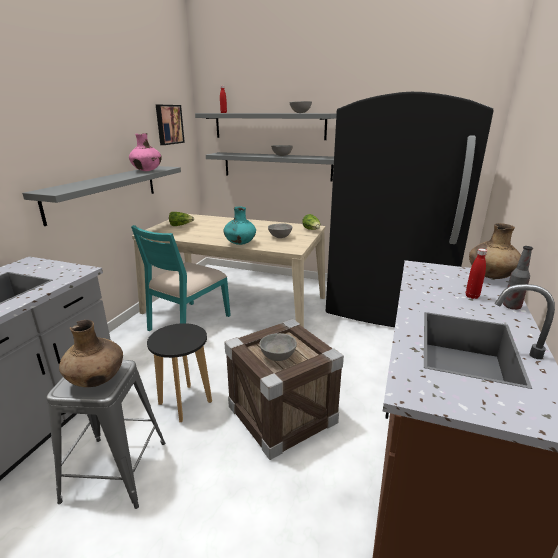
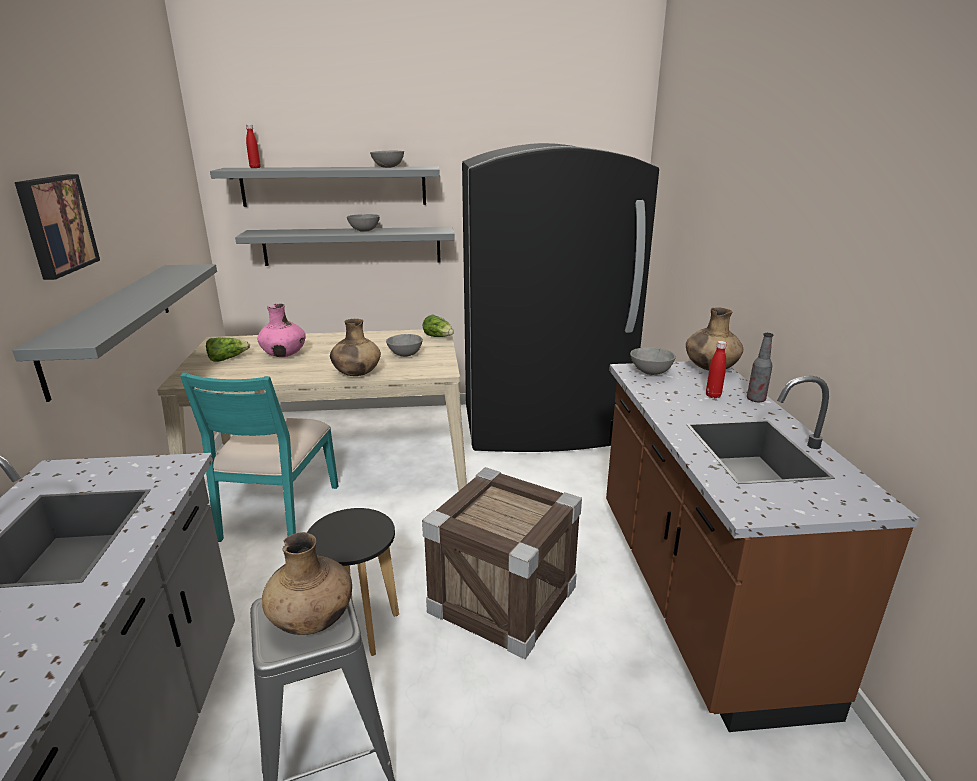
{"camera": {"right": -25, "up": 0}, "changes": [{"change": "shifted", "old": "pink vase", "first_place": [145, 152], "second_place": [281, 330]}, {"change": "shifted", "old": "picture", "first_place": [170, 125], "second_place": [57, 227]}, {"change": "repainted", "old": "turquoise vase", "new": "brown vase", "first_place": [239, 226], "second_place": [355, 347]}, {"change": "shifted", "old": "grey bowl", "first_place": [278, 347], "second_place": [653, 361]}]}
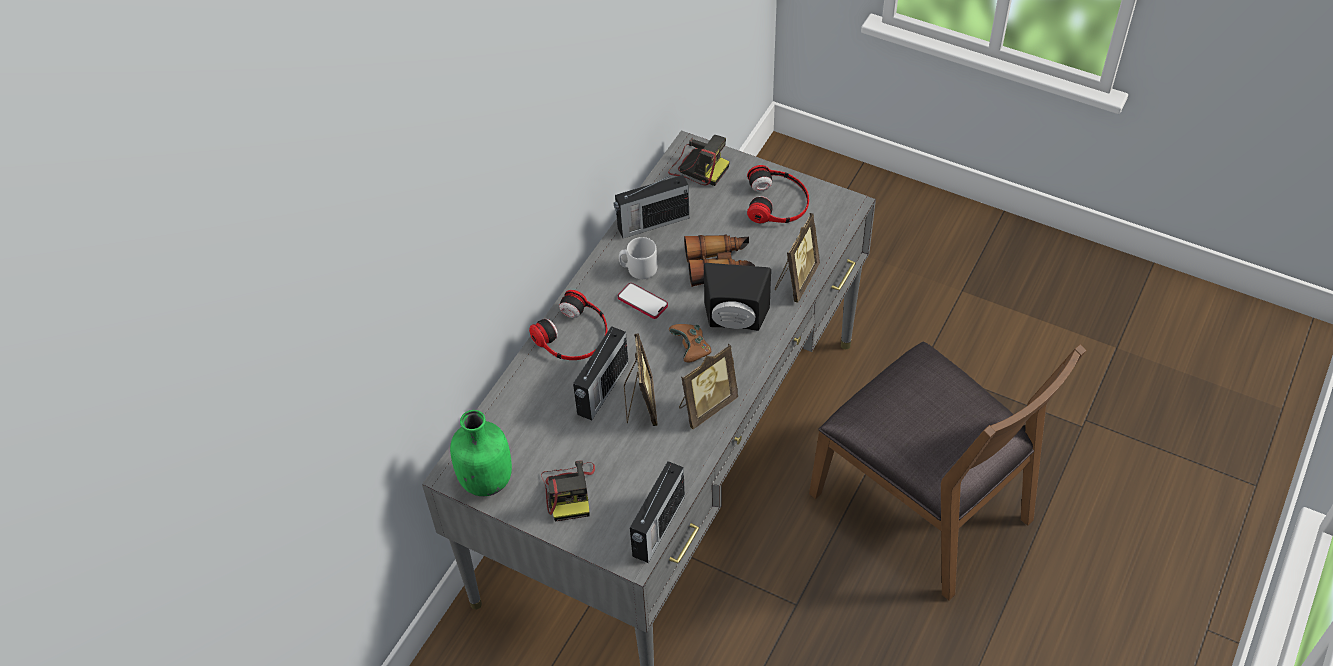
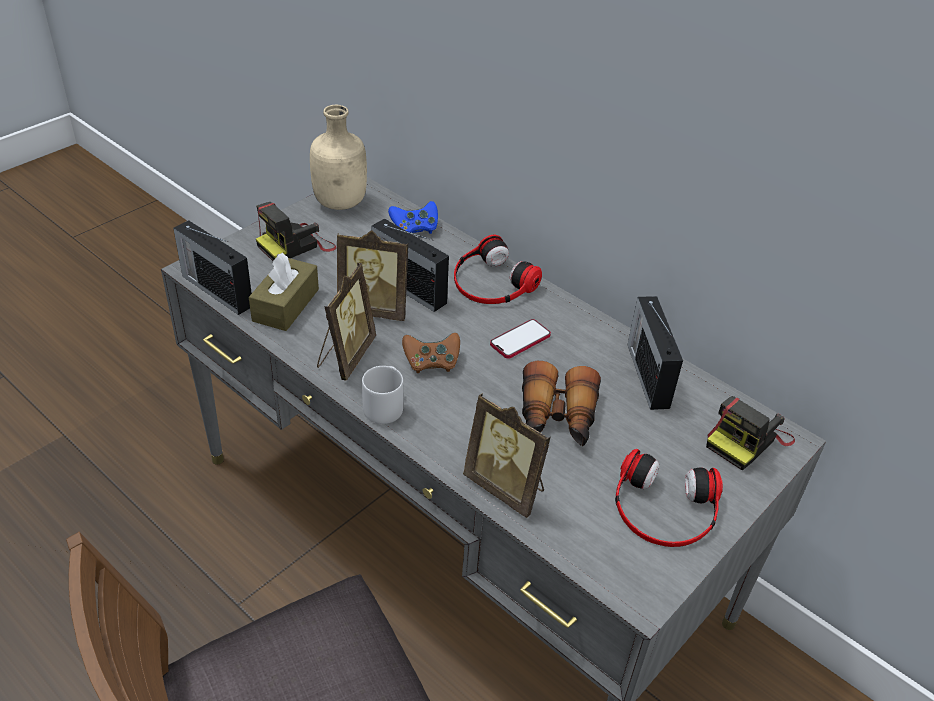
{"camera": {"right": 100, "up": -10}, "changes": [{"change": "repainted", "old": "green bottle", "new": "beige bottle", "first_place": [481, 453], "second_place": [338, 157]}, {"change": "rotated", "old": "photo camera", "first_place": [568, 491], "second_place": [296, 231], "degrees": -45}, {"change": "shifted", "old": "grey mug", "first_place": [638, 258], "second_place": [382, 395]}, {"change": "rotated", "old": "picture frame", "first_place": [708, 386], "second_place": [346, 322], "degrees": -135}, {"change": "gone", "old": "black speaker", "first_place": [737, 297]}, {"change": "new", "new": "brown tissue box", "second_place": [284, 292]}, {"change": "new", "new": "blue game controller", "second_place": [413, 217]}]}
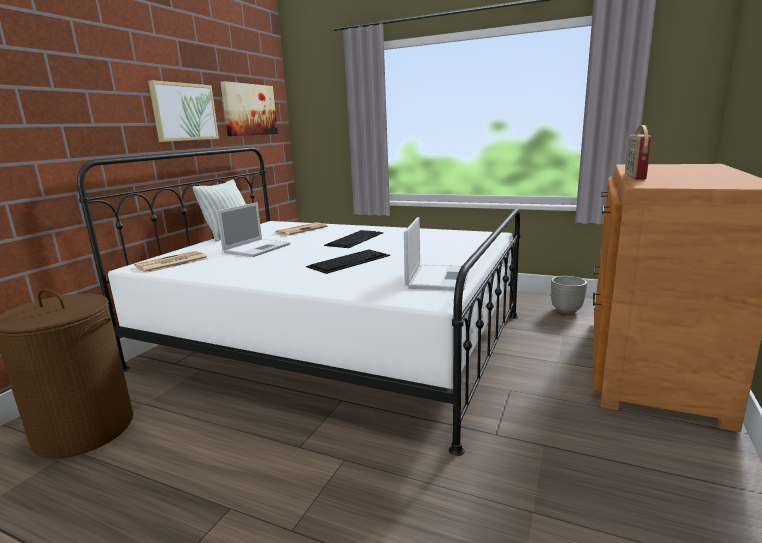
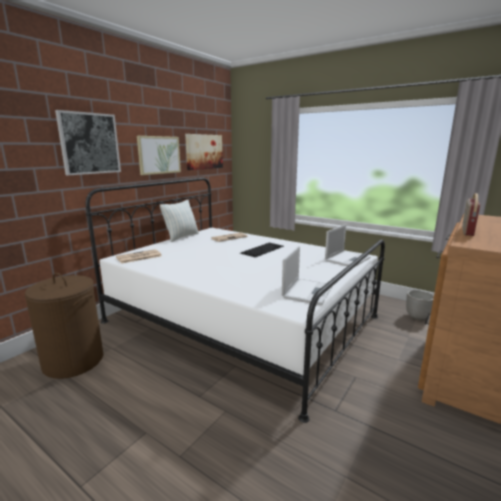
{"camera": {"right": 10, "up": 0}, "changes": [{"change": "shifted", "old": "laptop", "first_place": [253, 229], "second_place": [347, 246]}, {"change": "gone", "old": "keyboard", "first_place": [348, 261]}, {"change": "new", "new": "picture", "second_place": [88, 142]}]}
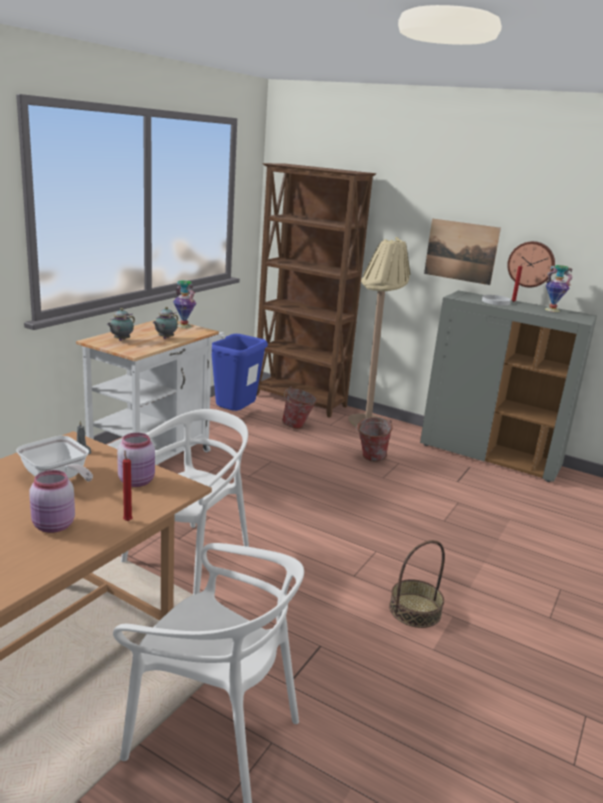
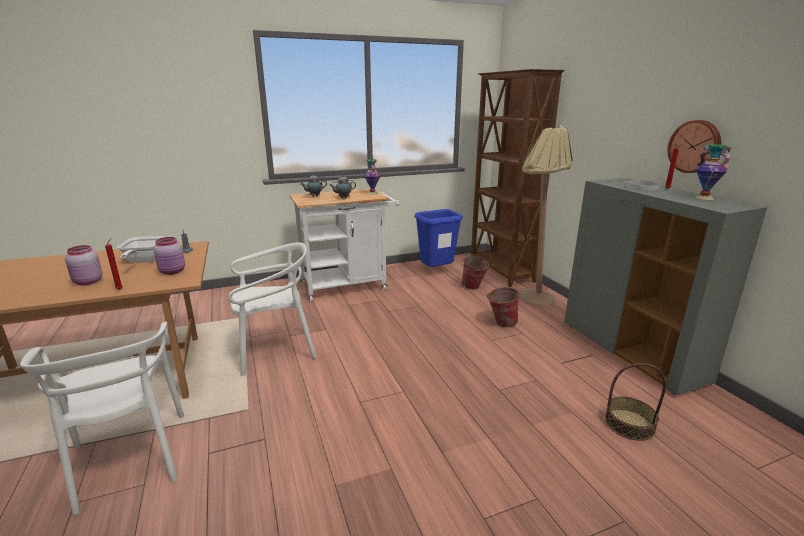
{"camera": {"right": 40, "up": 0}, "changes": [{"change": "shifted", "old": "basket", "first_place": [417, 584], "second_place": [635, 402]}, {"change": "gone", "old": "picture", "first_place": [462, 252]}]}
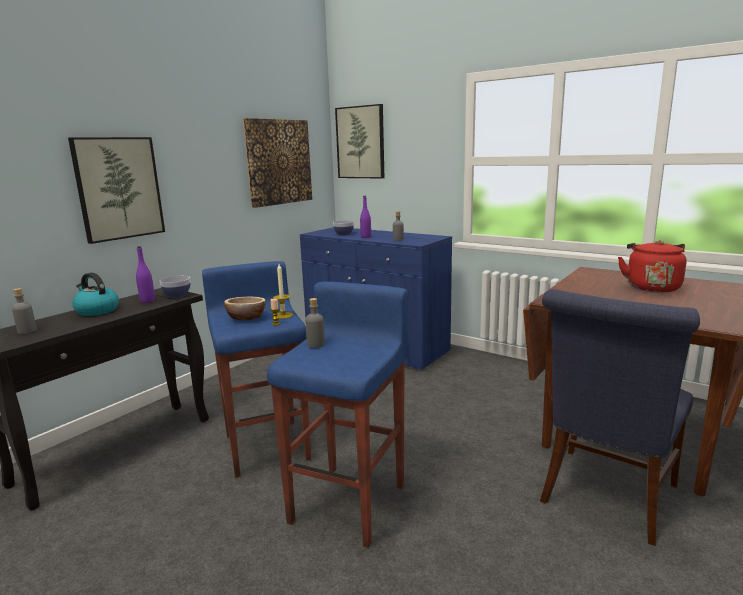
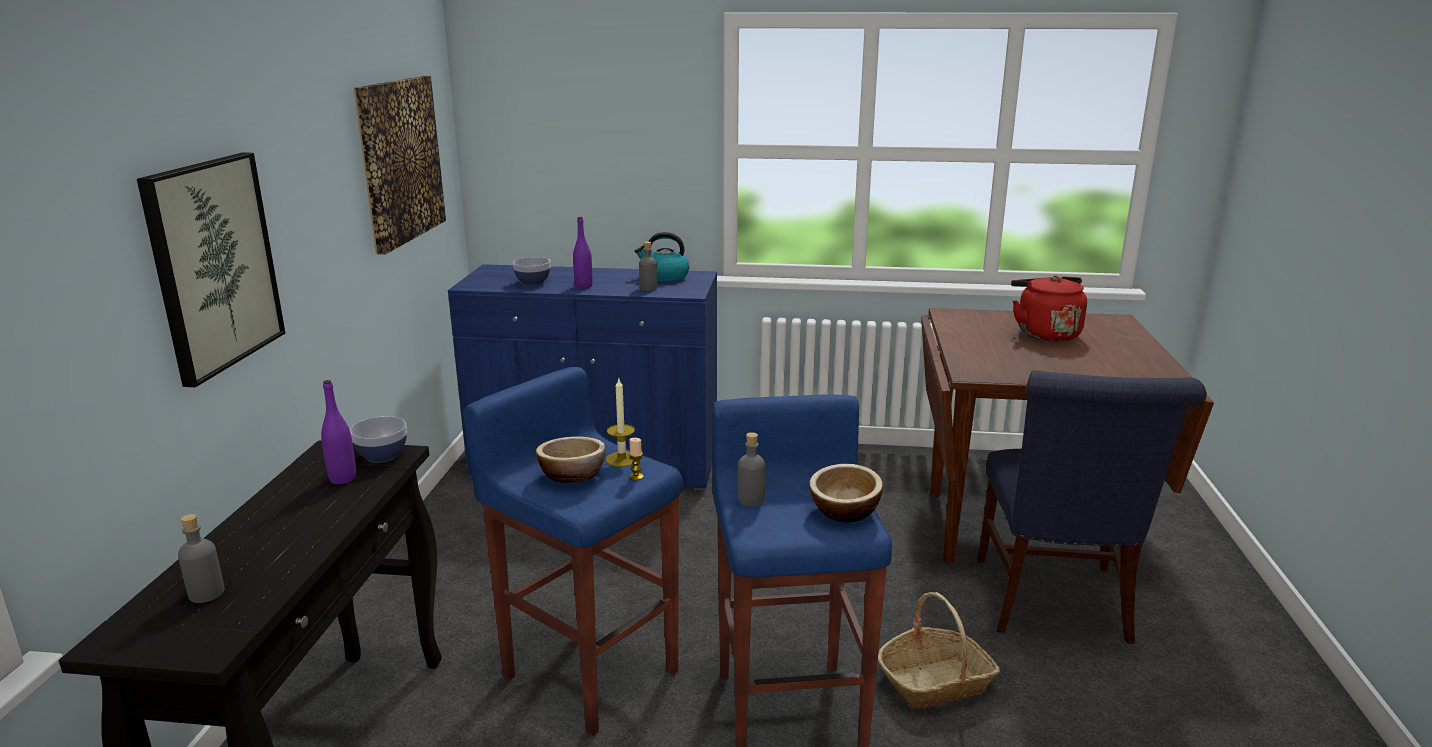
{"camera": {"right": -30, "up": 5}, "changes": [{"change": "shifted", "old": "kettle", "first_place": [95, 294], "second_place": [662, 257]}, {"change": "gone", "old": "picture", "first_place": [359, 141]}, {"change": "new", "new": "bowl", "second_place": [846, 493]}, {"change": "new", "new": "basket", "second_place": [939, 650]}]}
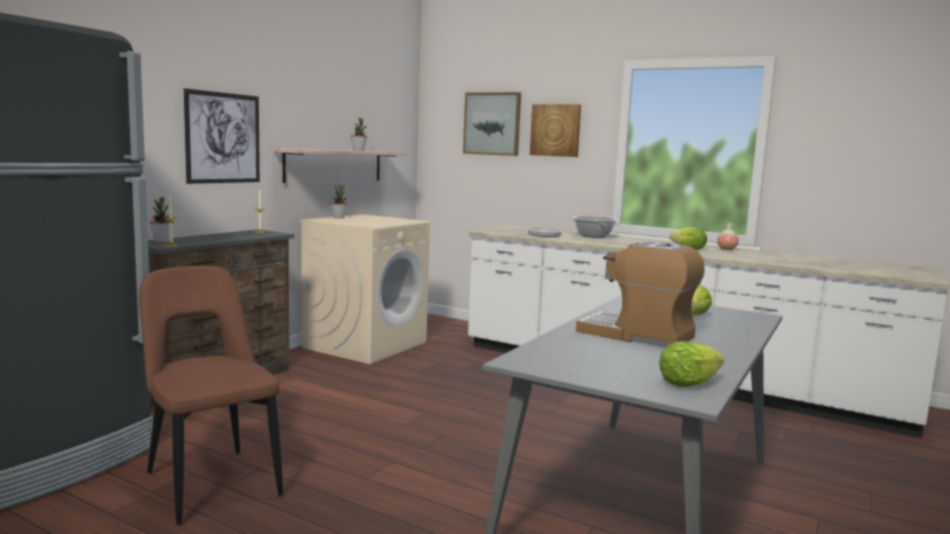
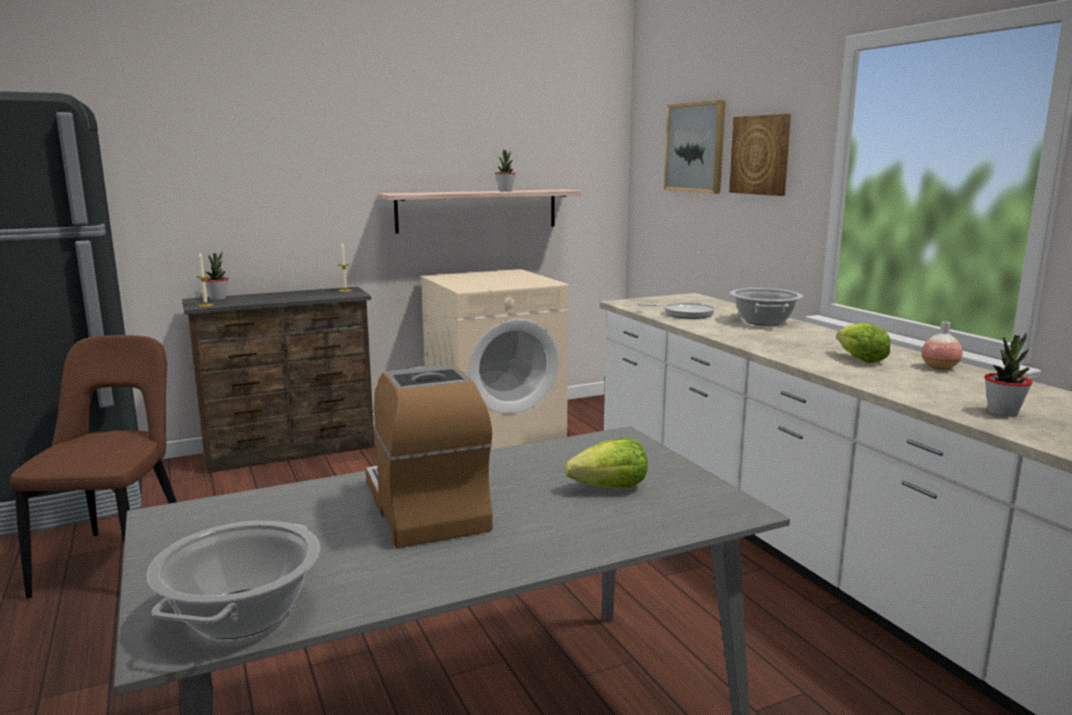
{"camera": {"right": 35, "up": 5}, "changes": [{"change": "gone", "old": "picture", "first_place": [222, 136]}, {"change": "shifted", "old": "potted plant", "first_place": [339, 201], "second_place": [1008, 375]}, {"change": "swapped", "old": "lettuce", "new": "cooking pot", "first_place": [691, 364], "second_place": [233, 580]}]}
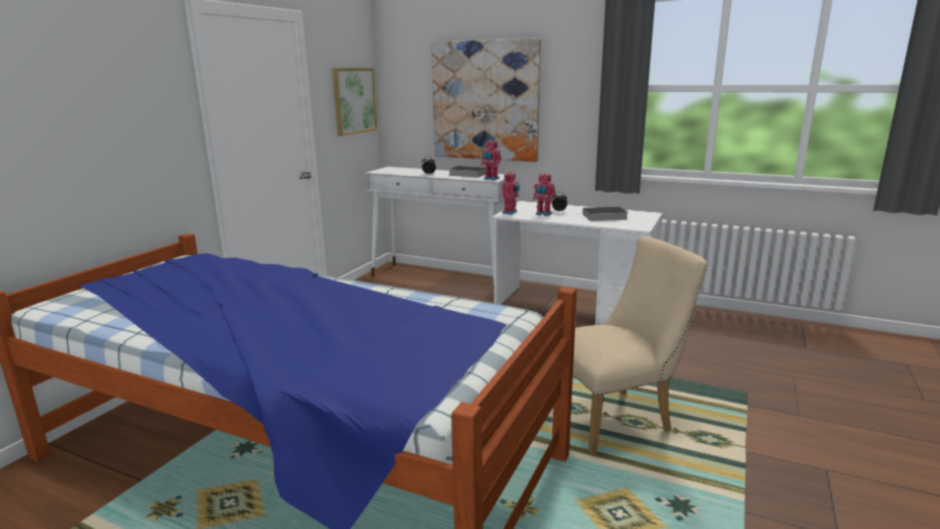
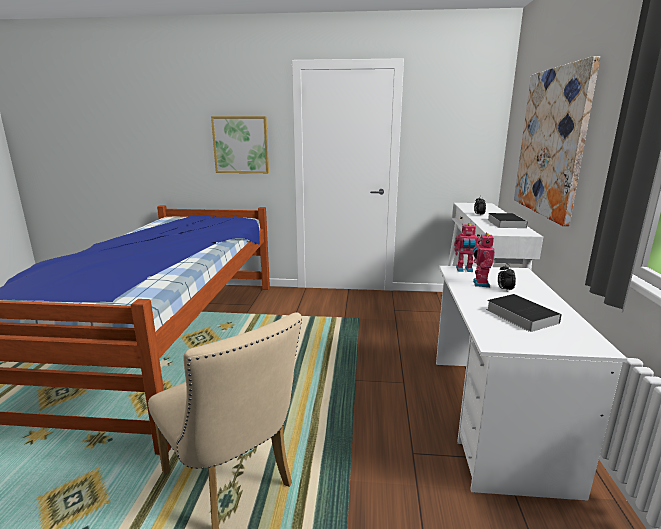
{"camera": {"right": 70, "up": 0}, "changes": [{"change": "shifted", "old": "picture", "first_place": [354, 102], "second_place": [240, 144]}, {"change": "gone", "old": "toy robot", "first_place": [491, 160]}]}
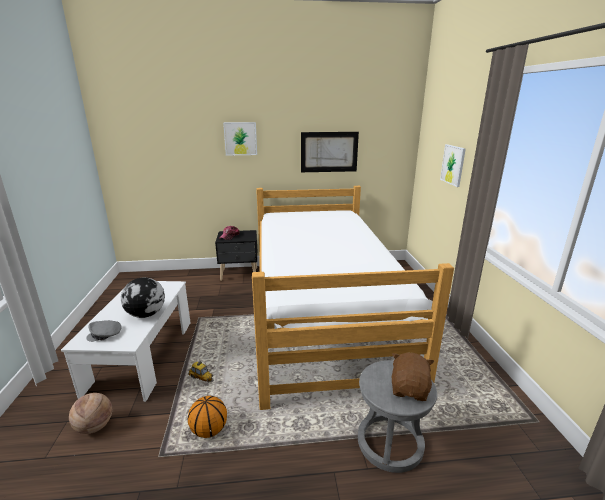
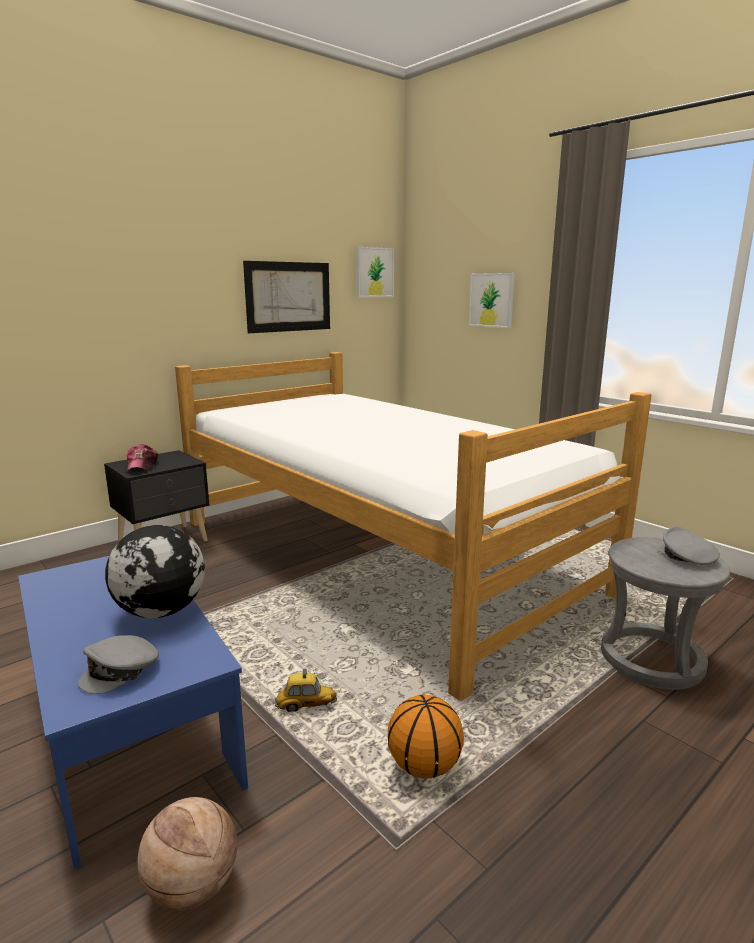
{"camera": {"right": -35, "up": -5}, "changes": [{"change": "repainted", "old": "white coffee table", "new": "blue coffee table", "first_place": [126, 341], "second_place": [133, 712]}, {"change": "shifted", "old": "picture", "first_place": [240, 138], "second_place": [375, 272]}, {"change": "swapped", "old": "brown plush toy", "new": "grey cap", "first_place": [413, 376], "second_place": [689, 545]}]}
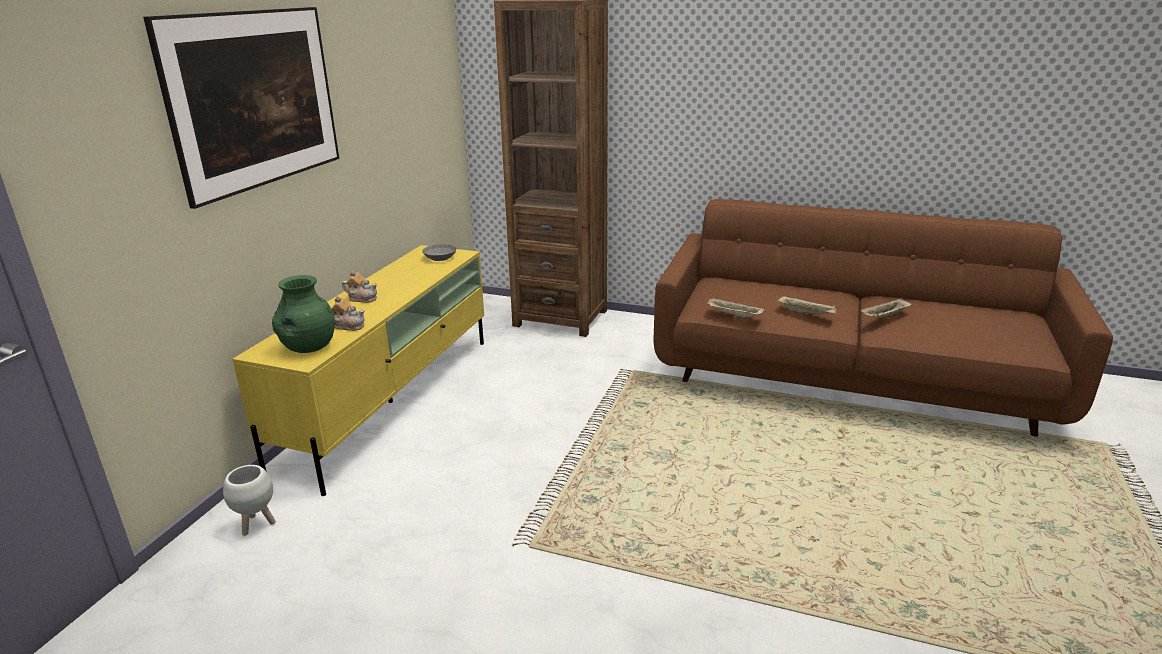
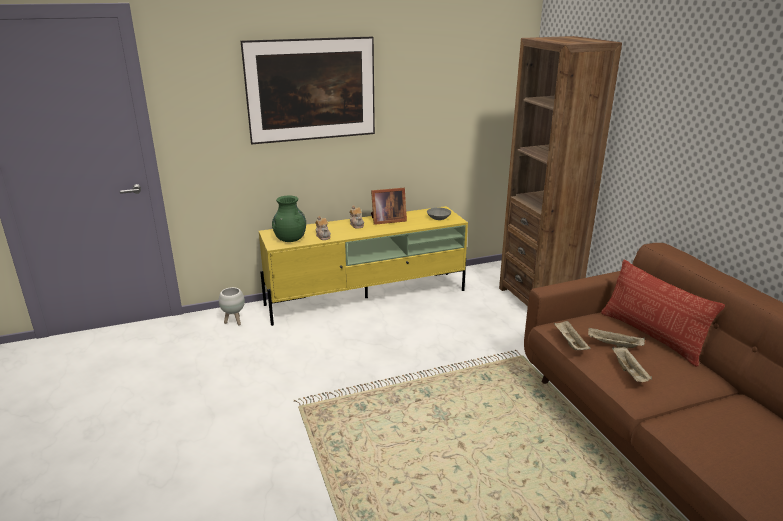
{"camera": {"right": 50, "up": 0}, "changes": [{"change": "shifted", "old": "beige tray", "first_place": [886, 308], "second_place": [616, 337]}, {"change": "new", "new": "picture frame", "second_place": [389, 206]}, {"change": "new", "new": "pillow", "second_place": [663, 312]}]}
